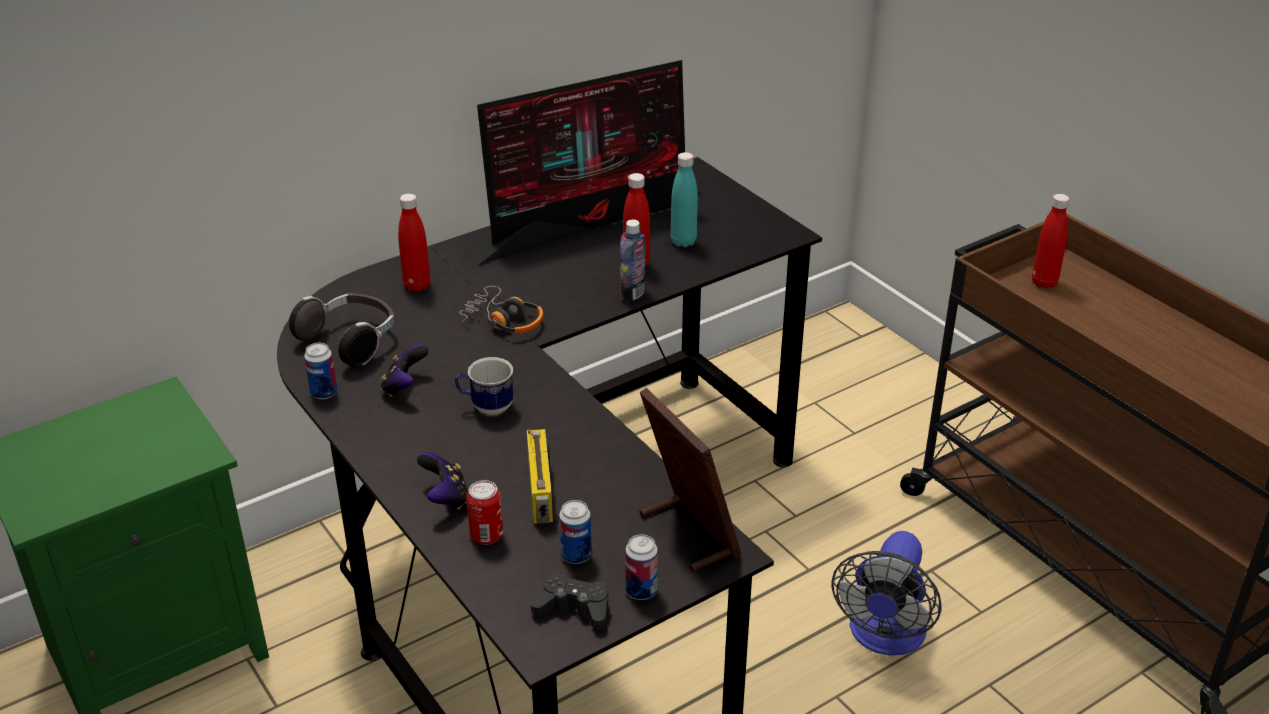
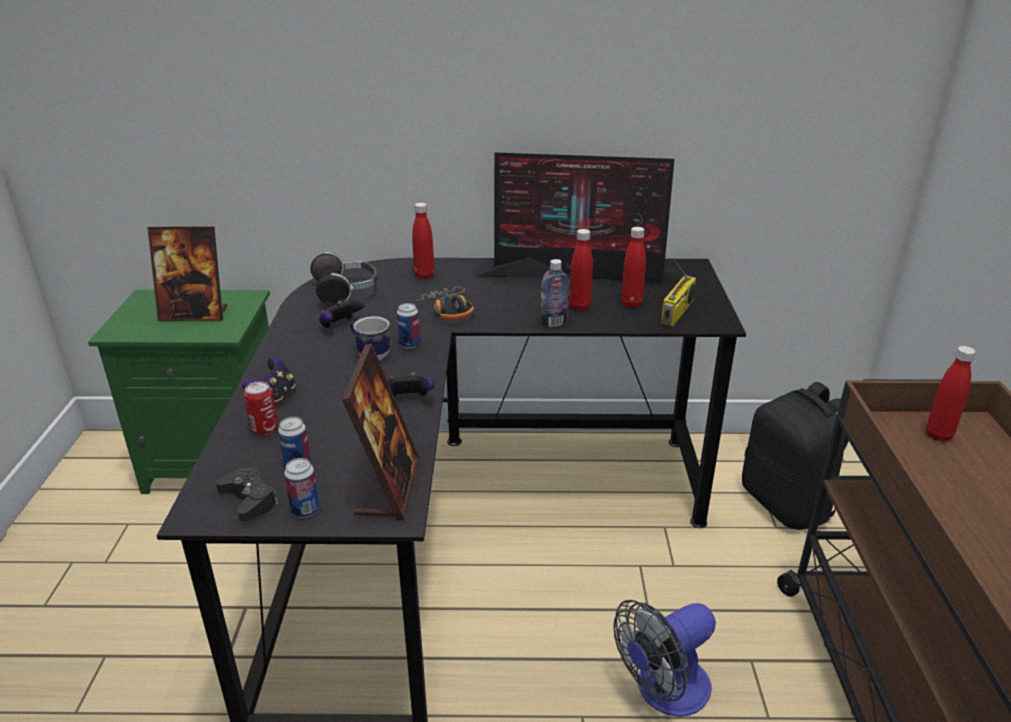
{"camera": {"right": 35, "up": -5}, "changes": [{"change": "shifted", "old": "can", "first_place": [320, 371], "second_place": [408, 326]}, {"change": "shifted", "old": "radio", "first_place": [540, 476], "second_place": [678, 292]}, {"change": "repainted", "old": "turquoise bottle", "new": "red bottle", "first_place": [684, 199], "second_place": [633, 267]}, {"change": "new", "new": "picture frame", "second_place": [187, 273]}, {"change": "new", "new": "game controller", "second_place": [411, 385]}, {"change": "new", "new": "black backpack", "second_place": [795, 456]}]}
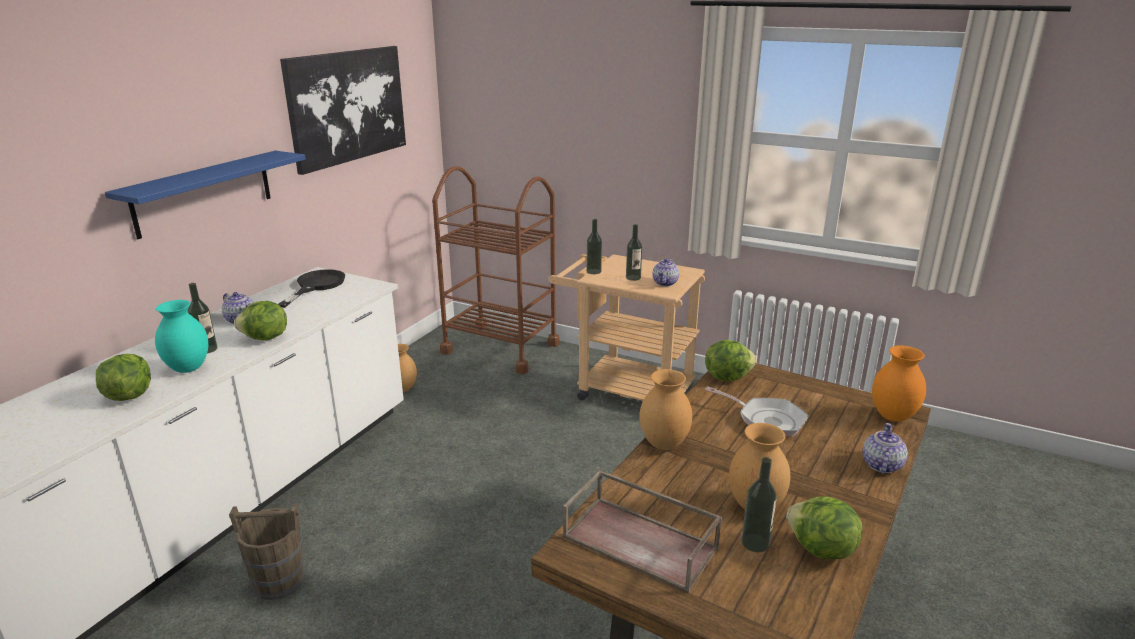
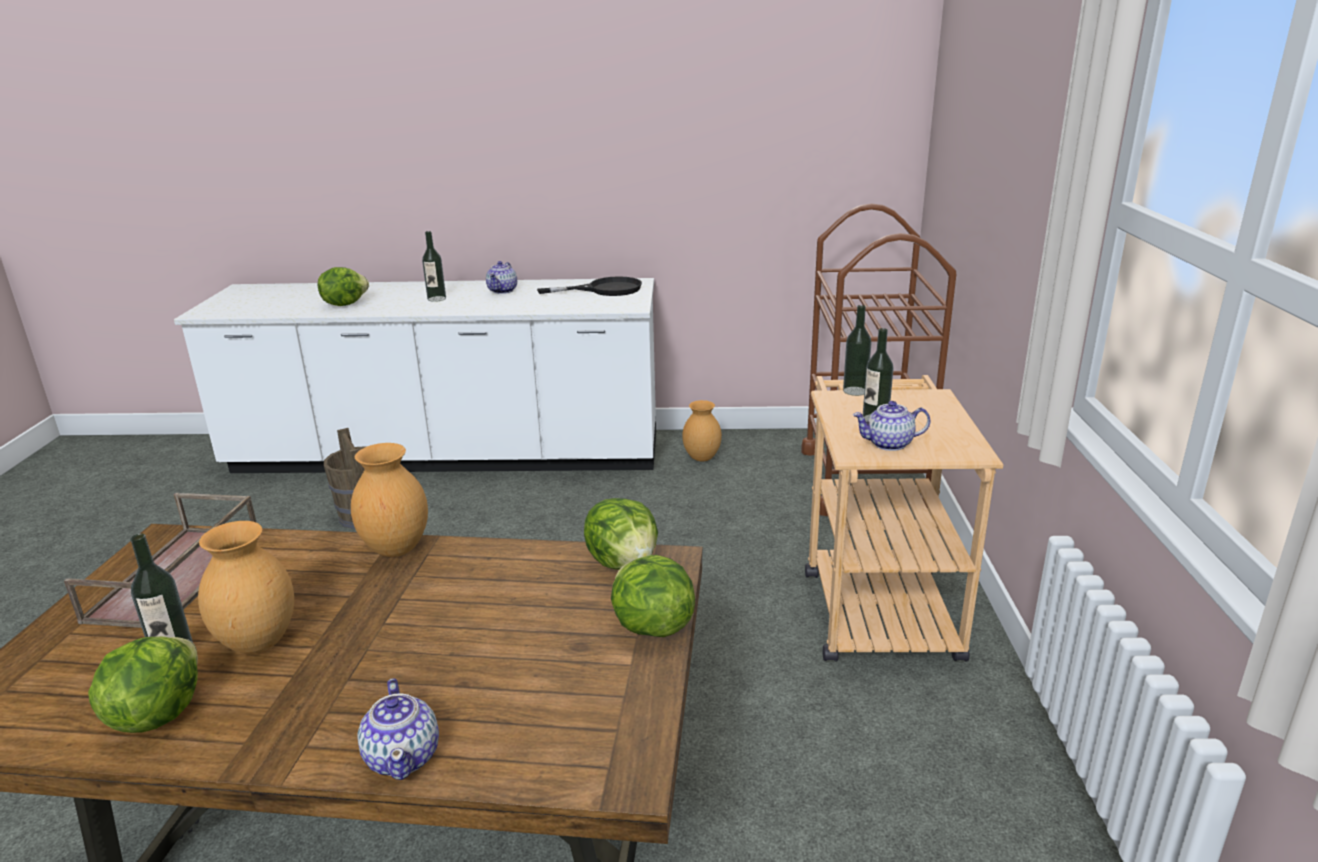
{"camera": {"right": 65, "up": 0}, "changes": [{"change": "gone", "old": "blue shelf", "first_place": [205, 195]}, {"change": "gone", "old": "turquoise vase", "first_place": [181, 336]}, {"change": "shifted", "old": "lettuce", "first_place": [260, 321], "second_place": [653, 596]}, {"change": "gone", "old": "picture", "first_place": [343, 110]}, {"change": "gone", "old": "frying pan", "first_place": [757, 411]}, {"change": "rotated", "old": "teapot", "first_place": [885, 448], "second_place": [398, 729], "degrees": 75}, {"change": "gone", "old": "orange vase", "first_place": [899, 383]}]}
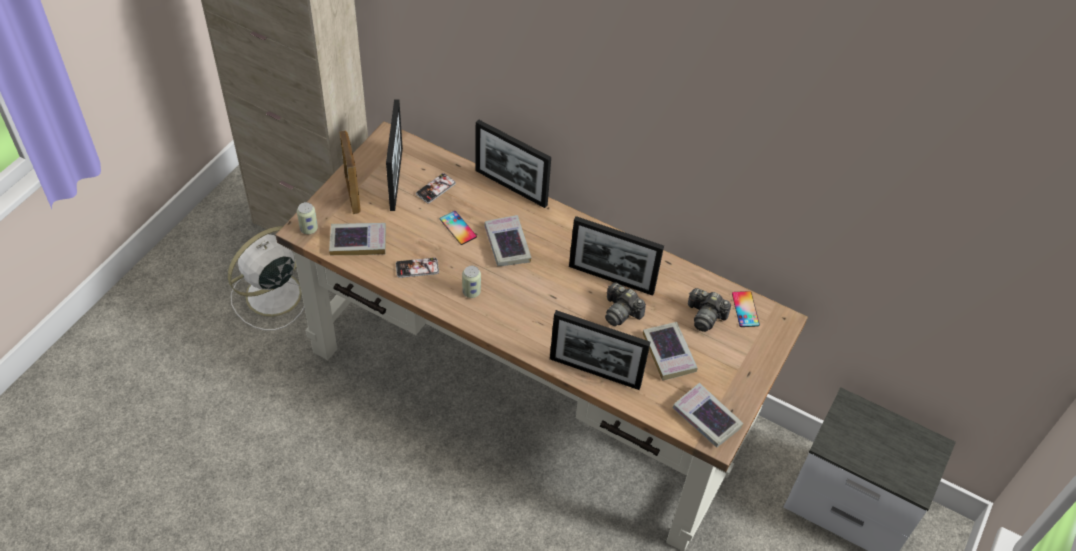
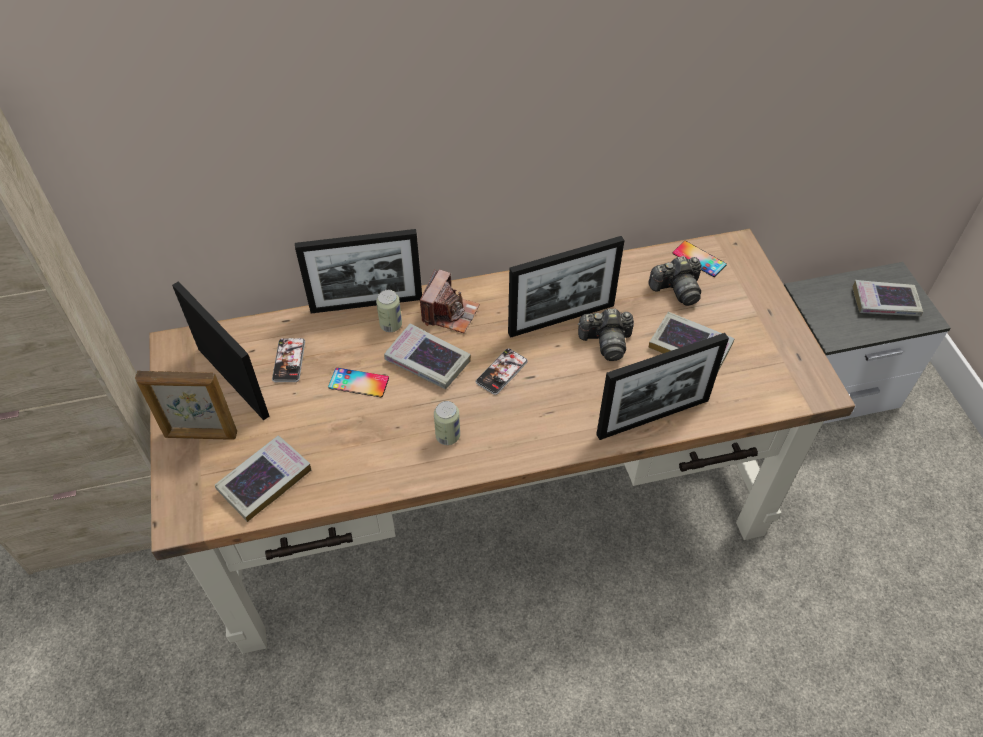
{"camera": {"right": -40, "up": 0}, "changes": [{"change": "gone", "old": "white fan", "first_place": [266, 278]}, {"change": "shifted", "old": "can", "first_place": [307, 218], "second_place": [389, 311]}, {"change": "rotated", "old": "picture frame", "first_place": [350, 172], "second_place": [186, 405], "degrees": 150}, {"change": "shifted", "old": "phone", "first_place": [417, 268], "second_place": [502, 372]}, {"change": "shifted", "old": "book", "first_place": [708, 415], "second_place": [887, 298]}, {"change": "new", "new": "photo camera", "second_place": [450, 301]}]}
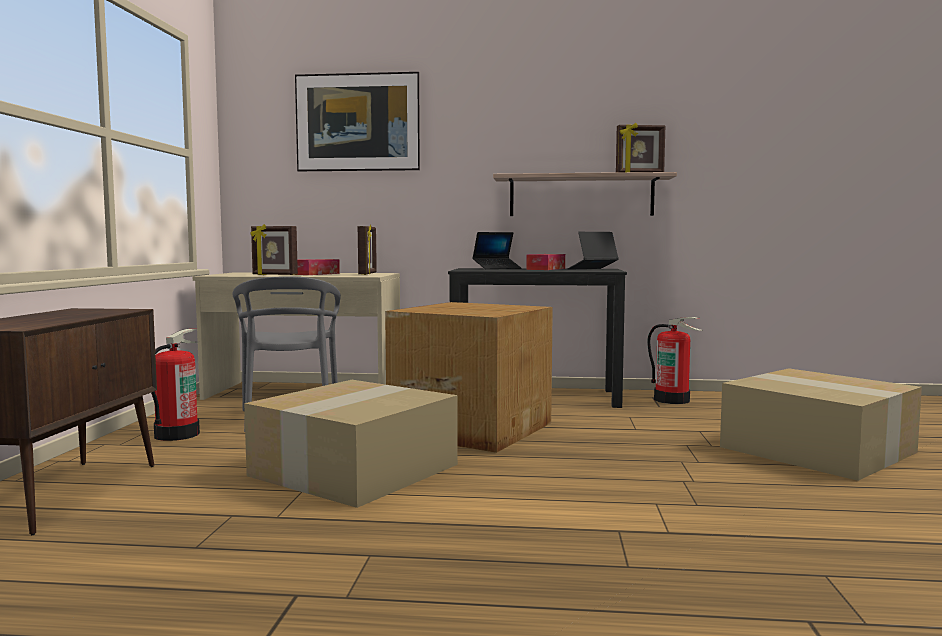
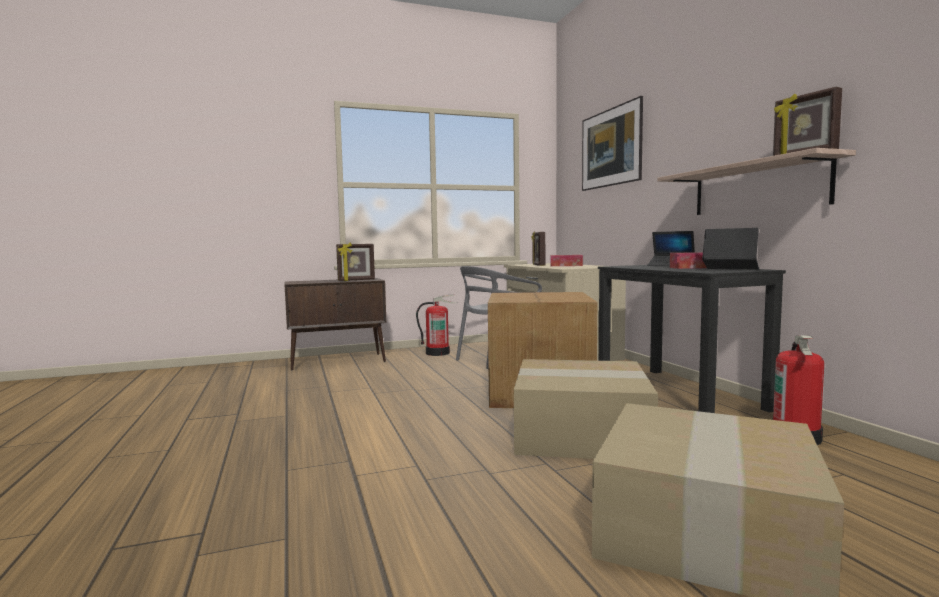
{"camera": {"right": 65, "up": 0}, "changes": [{"change": "shifted", "old": "cardboard box", "first_place": [351, 444], "second_place": [586, 409]}, {"change": "shifted", "old": "picture frame", "first_place": [367, 249], "second_place": [355, 262]}]}
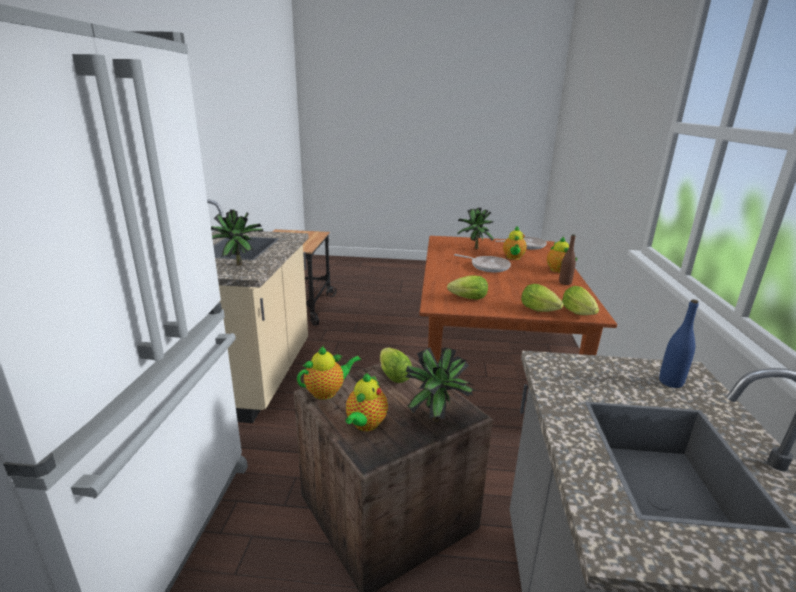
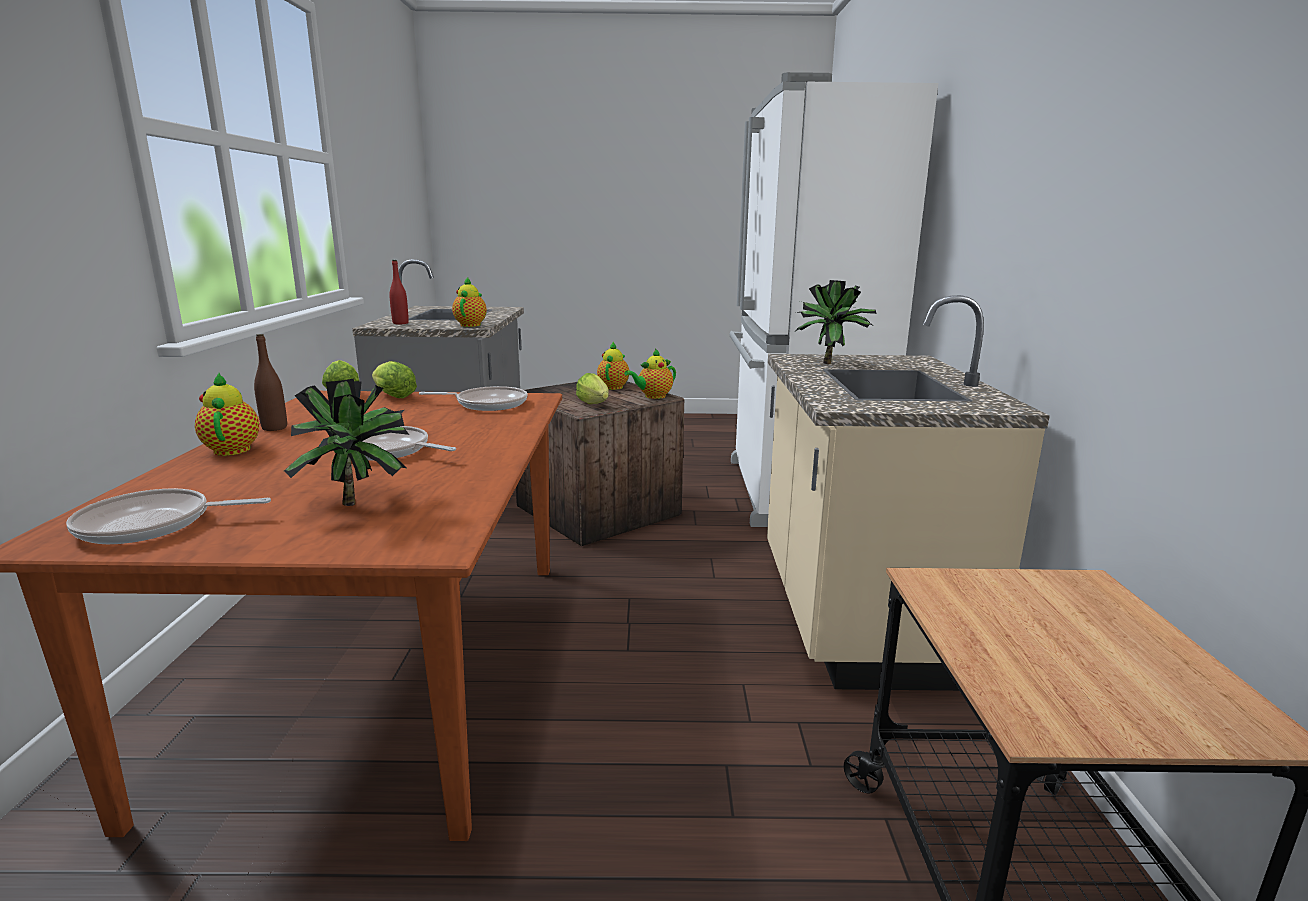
{"camera": {"right": 175, "up": -5}, "changes": [{"change": "gone", "old": "potted plant", "first_place": [440, 384]}, {"change": "swapped", "old": "lettuce", "new": "frying pan", "first_place": [467, 288], "second_place": [473, 398]}, {"change": "shifted", "old": "teapot", "first_place": [515, 243], "second_place": [469, 302]}, {"change": "repainted", "old": "blue bottle", "new": "red bottle", "first_place": [679, 343], "second_place": [399, 292]}]}
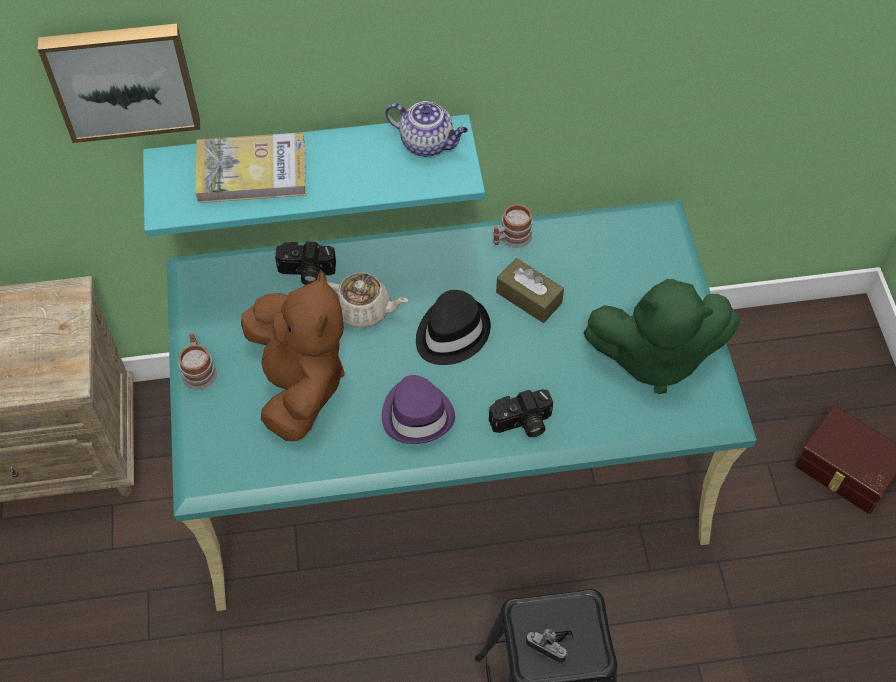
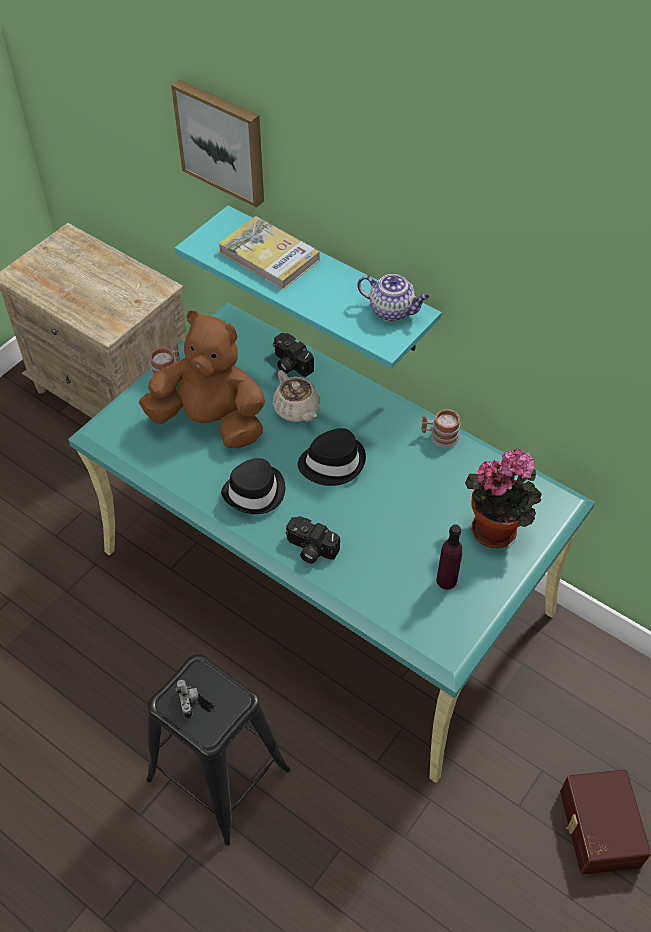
{"camera": {"right": 45, "up": -5}, "changes": [{"change": "rotated", "old": "brown plush toy", "first_place": [292, 355], "second_place": [202, 379], "degrees": -105}, {"change": "repainted", "old": "purple hat", "new": "black hat", "first_place": [418, 409], "second_place": [253, 486]}, {"change": "rotated", "old": "teapot", "first_place": [426, 129], "second_place": [393, 297], "degrees": -45}, {"change": "gone", "old": "brown tissue box", "first_place": [530, 290]}, {"change": "swapped", "old": "green plush toy", "new": "purple bottle", "first_place": [661, 336], "second_place": [449, 557]}, {"change": "new", "new": "potted plant", "second_place": [503, 498]}]}
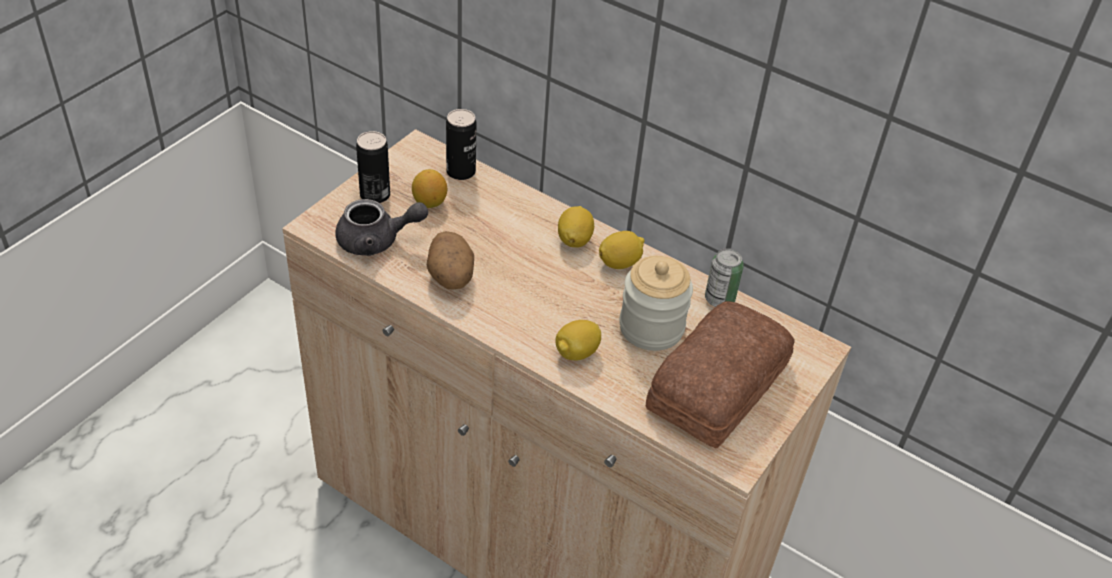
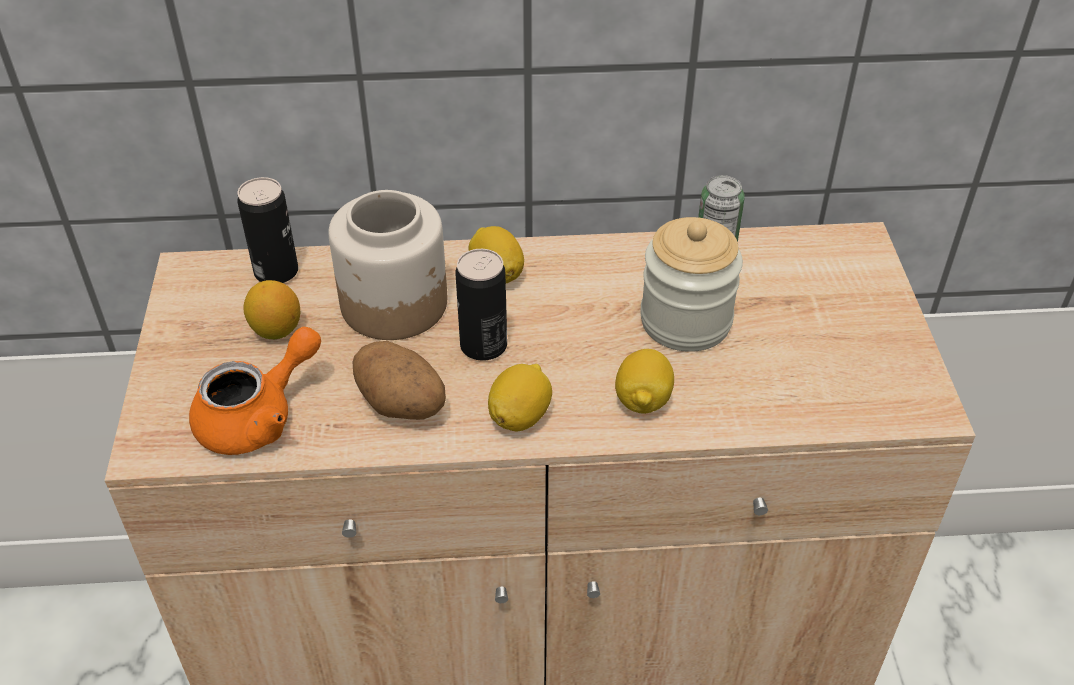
{"camera": {"right": -35, "up": 0}, "changes": [{"change": "repainted", "old": "grey teapot", "new": "orange teapot", "first_place": [381, 227], "second_place": [255, 391]}, {"change": "shifted", "old": "can", "first_place": [373, 167], "second_place": [481, 305]}, {"change": "shifted", "old": "lemon", "first_place": [622, 250], "second_place": [520, 398]}, {"change": "gone", "old": "bread", "first_place": [720, 375]}, {"change": "new", "new": "jar", "second_place": [387, 265]}]}
